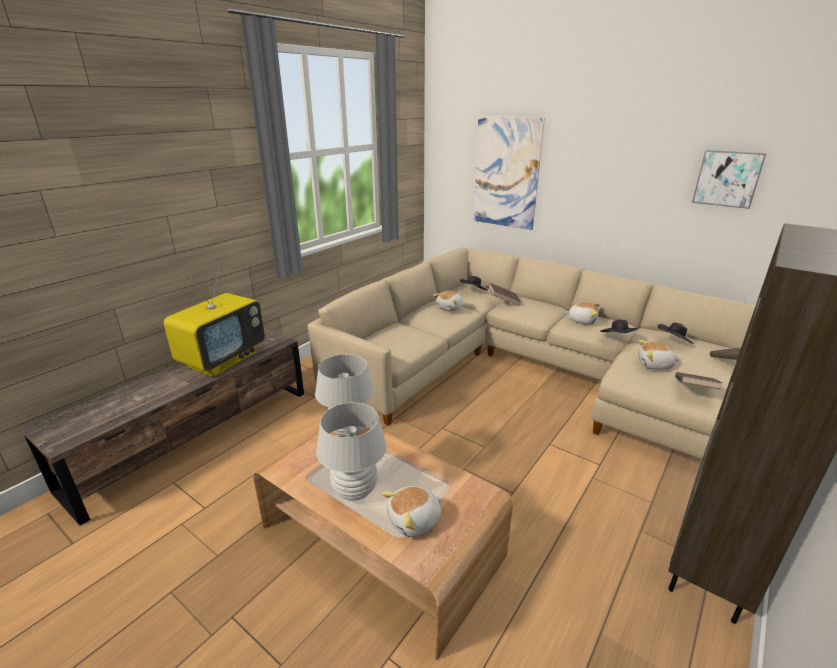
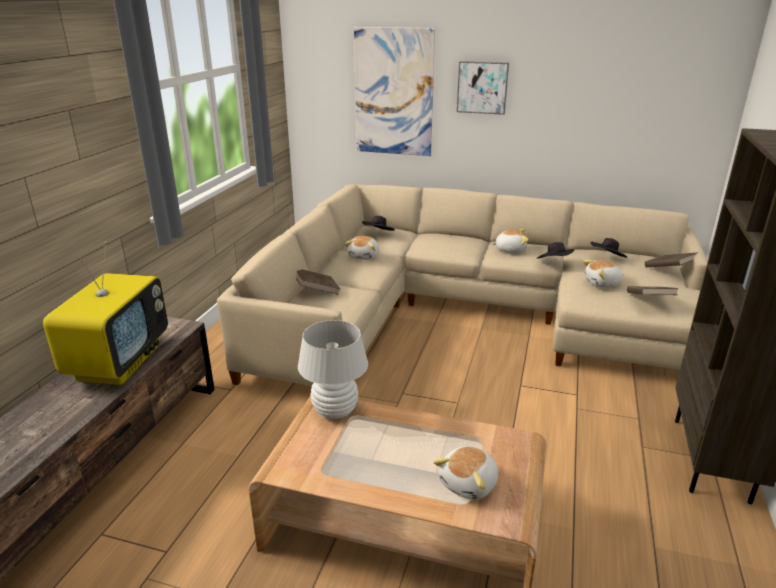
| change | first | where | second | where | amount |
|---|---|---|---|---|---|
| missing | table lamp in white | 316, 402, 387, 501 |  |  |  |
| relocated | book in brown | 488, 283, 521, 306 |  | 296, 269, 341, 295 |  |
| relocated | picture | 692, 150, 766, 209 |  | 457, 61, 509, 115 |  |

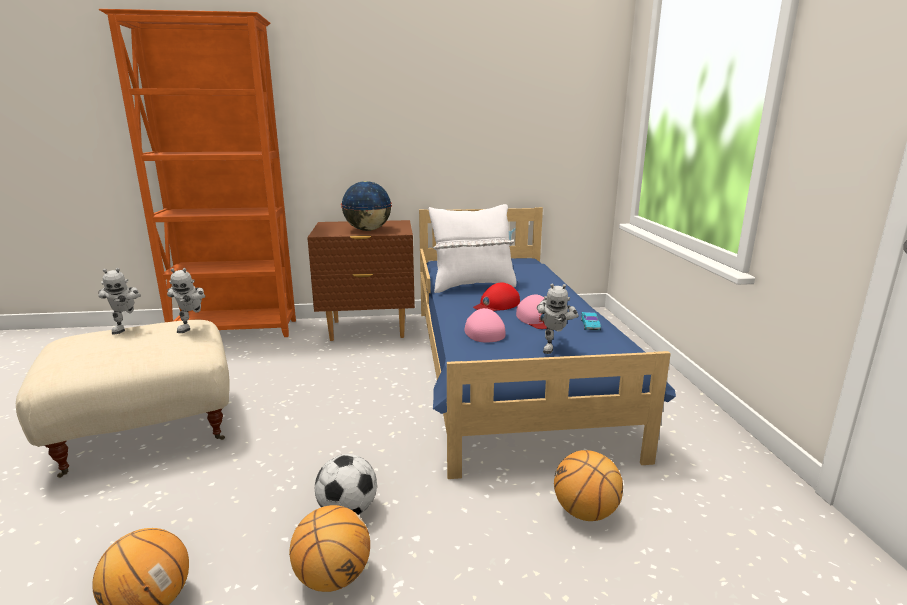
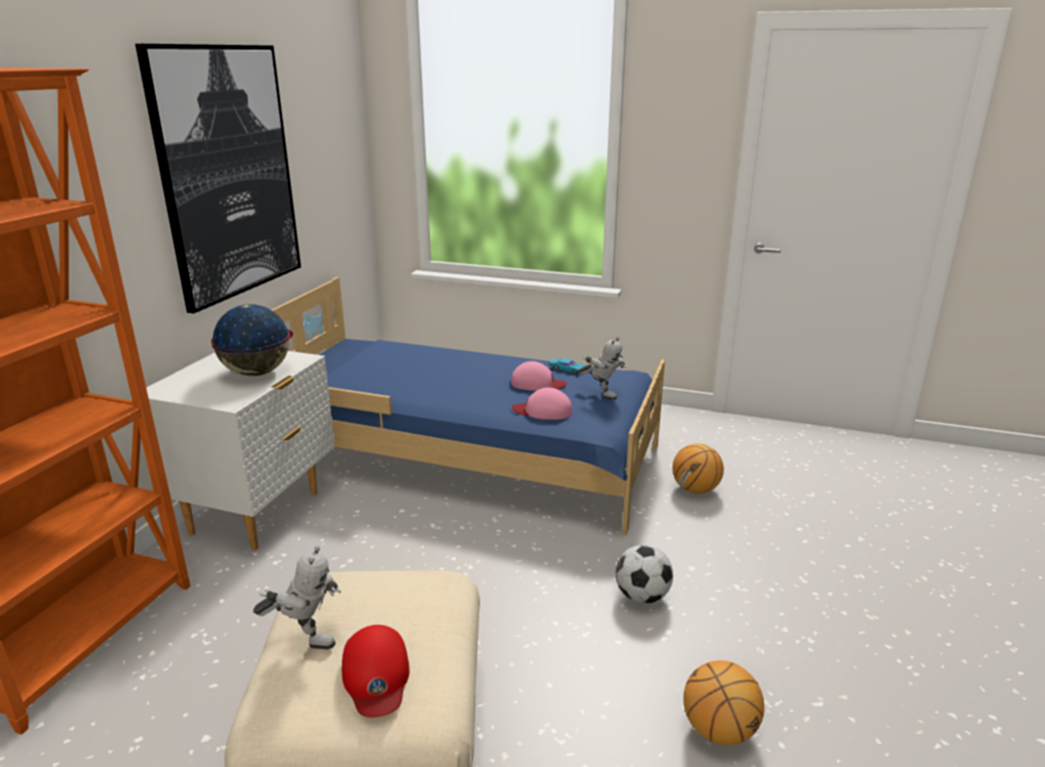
| change | first | where | second | where | amount |
|---|---|---|---|---|---|
| missing | toy robot | 167, 268, 206, 333 |  |  |  |
| missing | basketball | 289, 505, 370, 592 |  |  |  |
| colour | nightstand in brown | 307, 220, 415, 341 | nightstand in white | 131, 351, 335, 550 |  |
| missing | pillow in white | 429, 204, 517, 293 |  |  |  |
| relocated | cap in red | 473, 282, 520, 311 |  | 342, 625, 409, 717 |  |
| appeared |  |  | picture | 135, 44, 301, 313 |  |

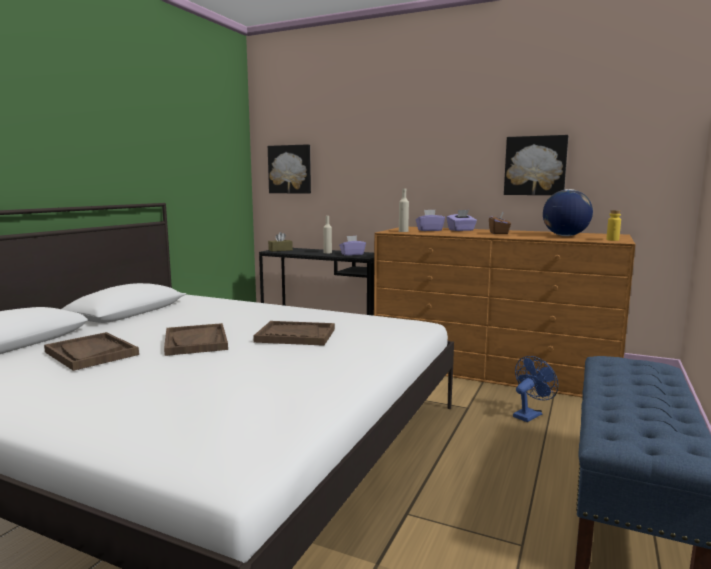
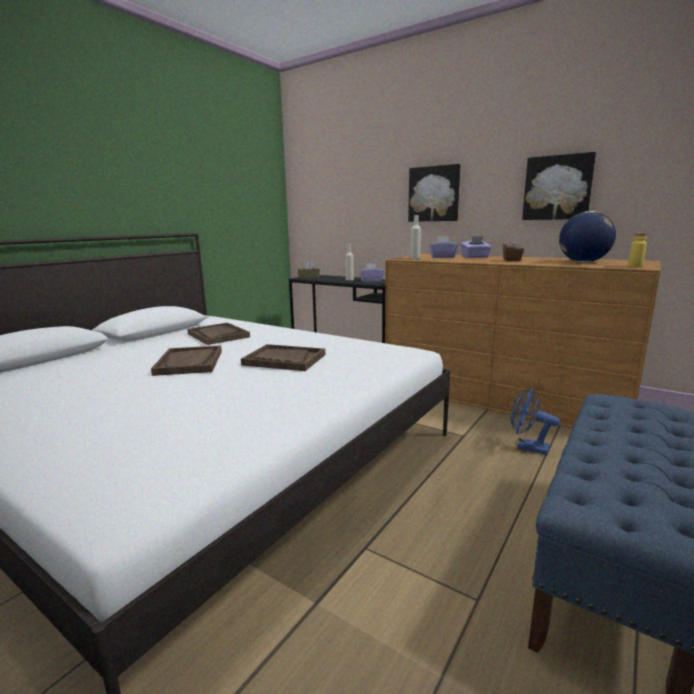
| change | first | where | second | where | amount |
|---|---|---|---|---|---|
| relocated | tray in brown | 44, 332, 139, 371 |  | 187, 323, 250, 345 |  |
| relocated | picture | 268, 144, 311, 194 |  | 408, 164, 460, 222 |  |
| spun | fan in blue | 513, 356, 559, 422 |  | 510, 388, 560, 455 | 120 degrees counterclockwise |

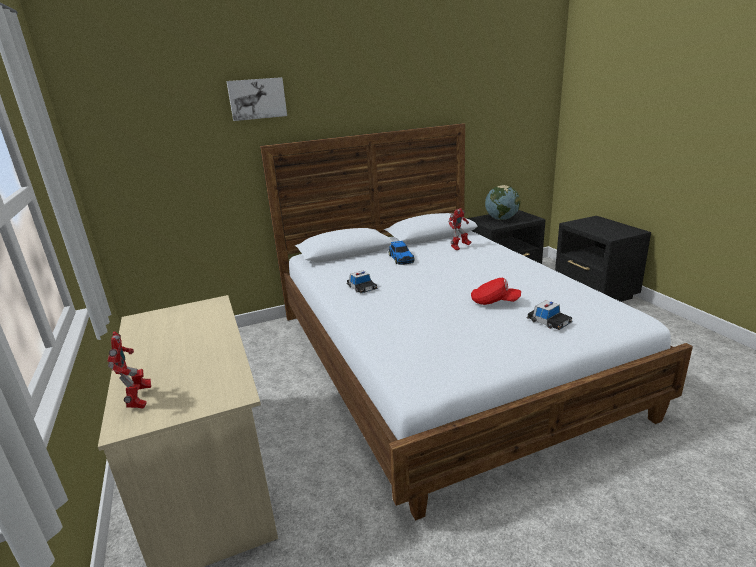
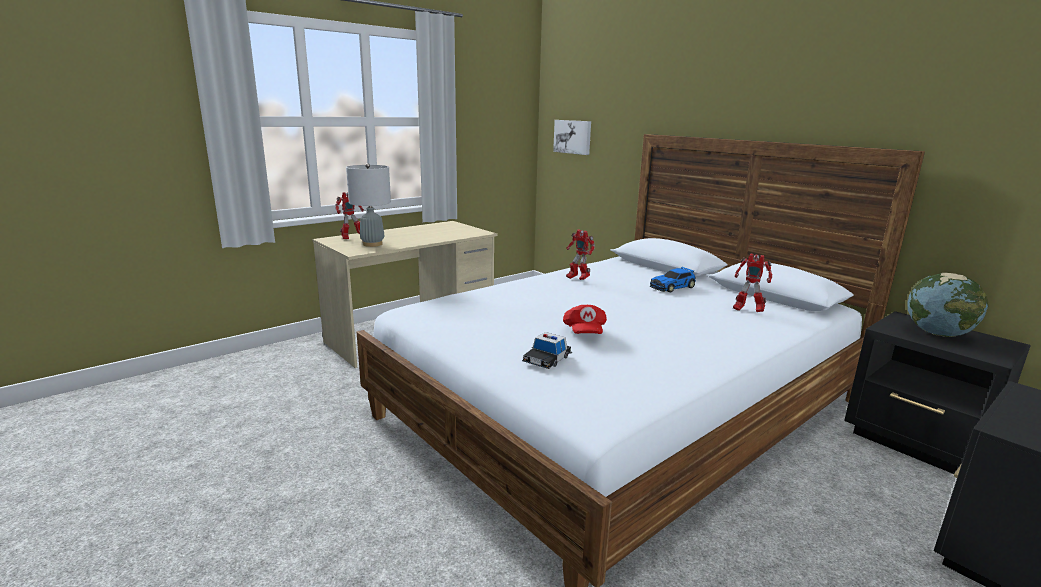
| change | first | where | second | where | amount |
|---|---|---|---|---|---|
| relocated | picture | 226, 77, 287, 121 |  | 553, 120, 591, 155 |  |
| exchanged | toy car | 346, 271, 378, 294 | toy robot | 566, 229, 595, 280 |  |
| appeared |  |  | table lamp in grey | 346, 163, 391, 247 |  |

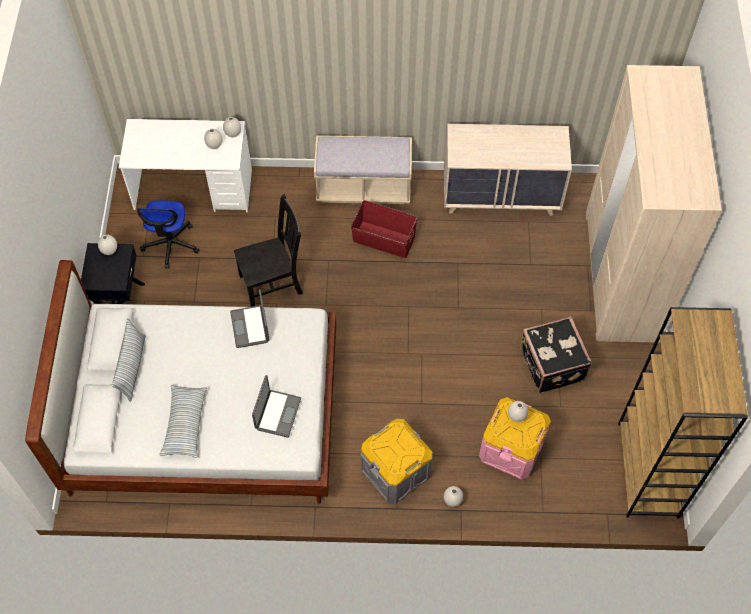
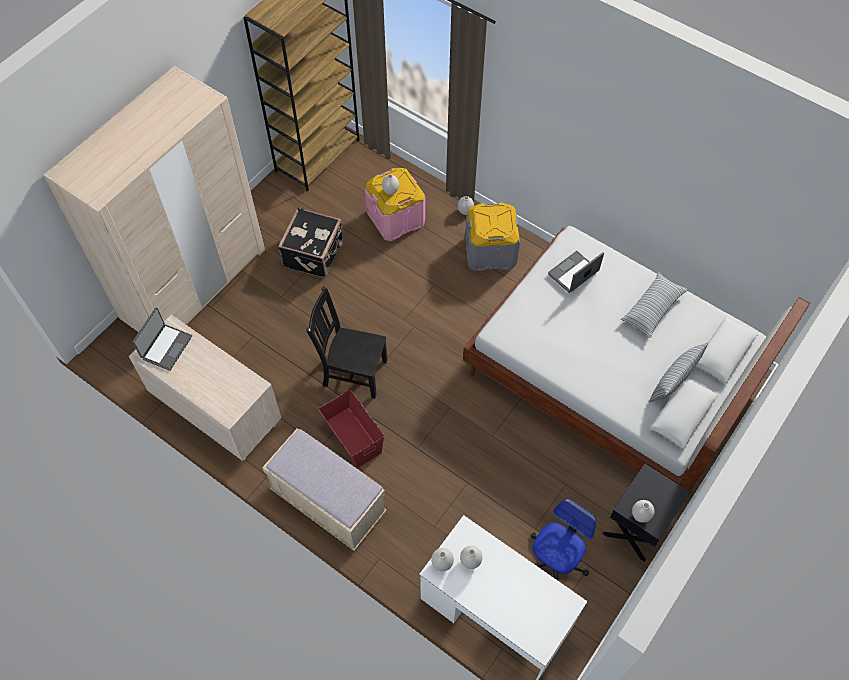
| change | first | where | second | where | amount |
|---|---|---|---|---|---|
| relocated | laptop | 230, 289, 269, 348 |  | 132, 307, 192, 371 |  |
| relocated | chair in black | 234, 194, 303, 307 |  | 307, 286, 387, 399 |  |

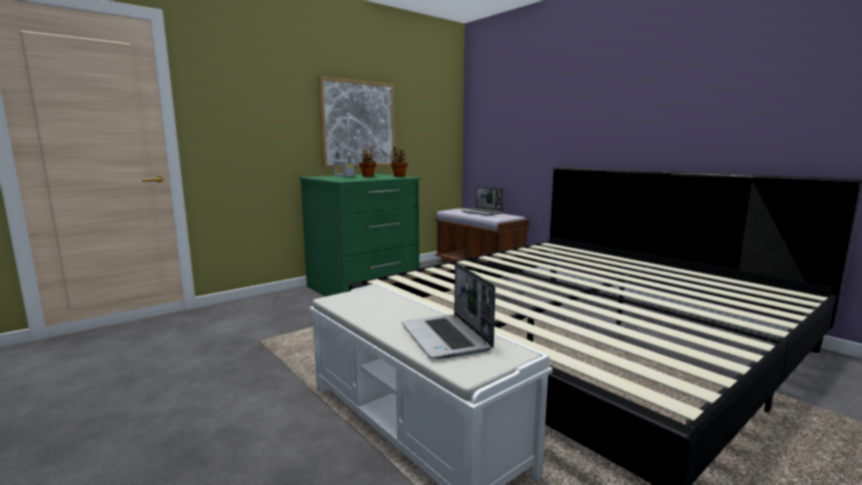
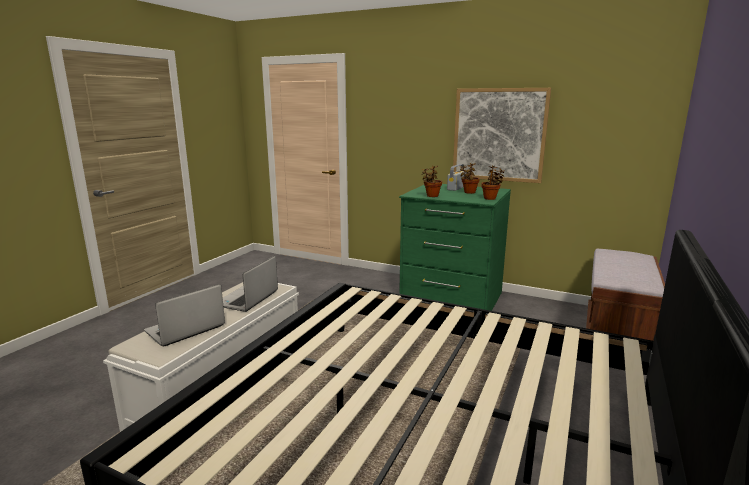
| change | first | where | second | where | amount |
|---|---|---|---|---|---|
| relocated | laptop | 461, 186, 504, 215 |  | 223, 256, 278, 312 |  |
| appeared |  |  | potted plant | 422, 165, 442, 197 |  |

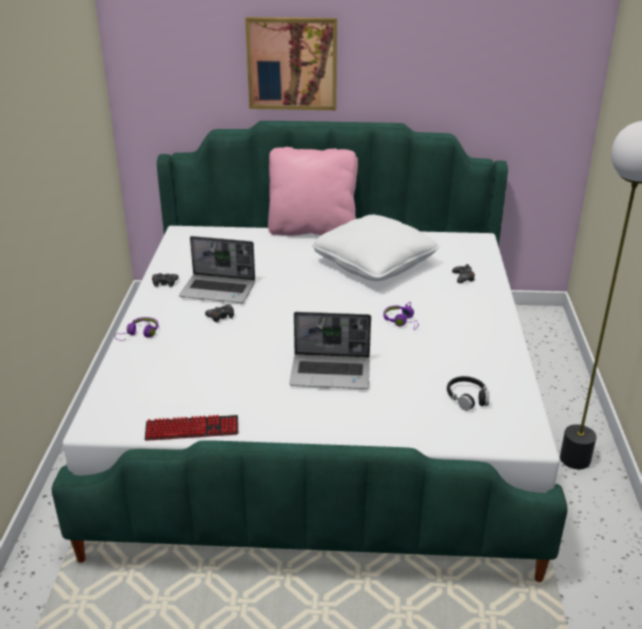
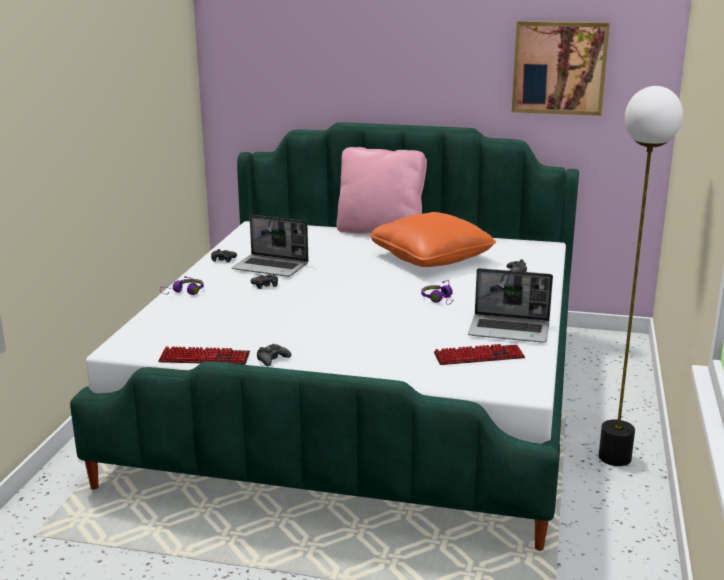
| change | first | where | second | where | amount |
|---|---|---|---|---|---|
| relocated | picture | 245, 17, 337, 110 |  | 512, 21, 610, 116 |  |
| relocated | laptop | 289, 312, 371, 389 |  | 468, 268, 553, 343 |  |
| colour | pillow in white | 312, 215, 440, 281 | pillow in orange | 370, 212, 496, 267 |  |
| exchanged | headphones in black | 447, 376, 489, 411 | keyboard | 434, 344, 525, 365 |  |
| appeared |  |  | game controller in black | 257, 344, 291, 366 |  |

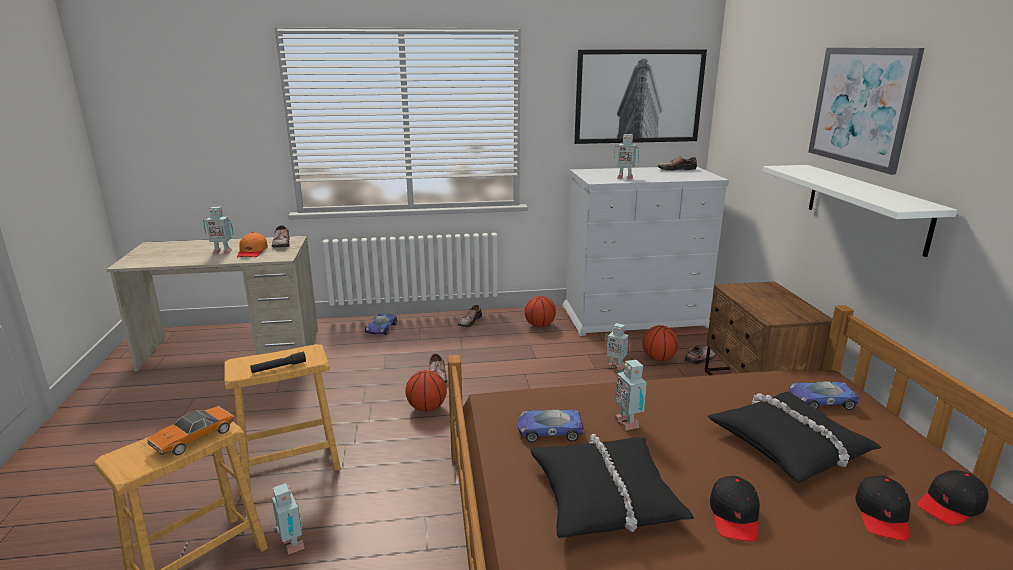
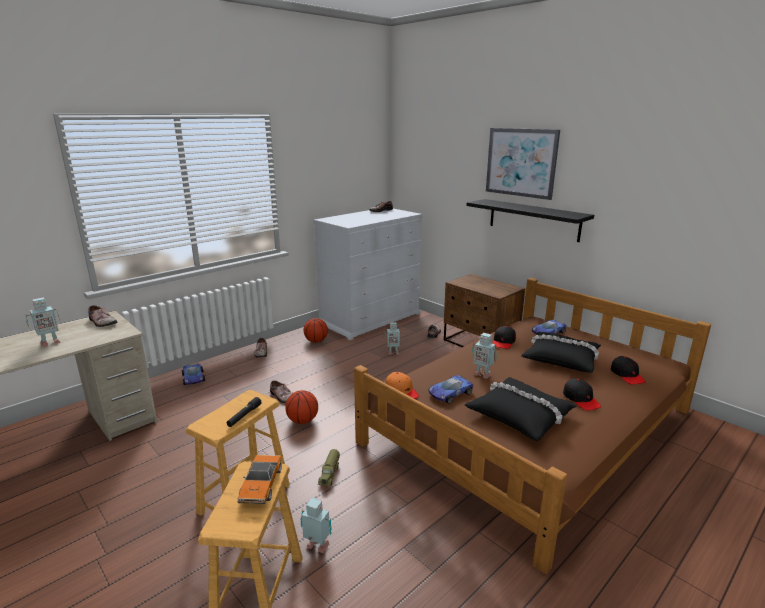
| change | first | where | second | where | amount |
|---|---|---|---|---|---|
| relocated | cap in orange | 237, 232, 268, 257 |  | 386, 372, 419, 399 |  |
| missing | picture | 574, 50, 707, 144 |  |  |  |
| missing | toy robot | 614, 134, 639, 179 |  |  |  |
| missing | basketball | 642, 325, 678, 361 |  |  |  |
| colour | shelf in white | 762, 165, 957, 257 | shelf in black | 467, 199, 594, 242 |  |
| relocated | cap in black | 917, 470, 989, 525 |  | 492, 326, 516, 349 |  |
| appeared |  |  | toy truck | 318, 449, 340, 486 |  |

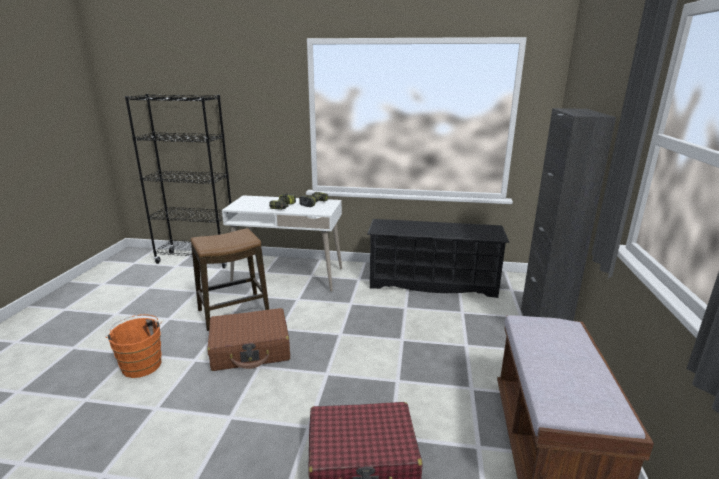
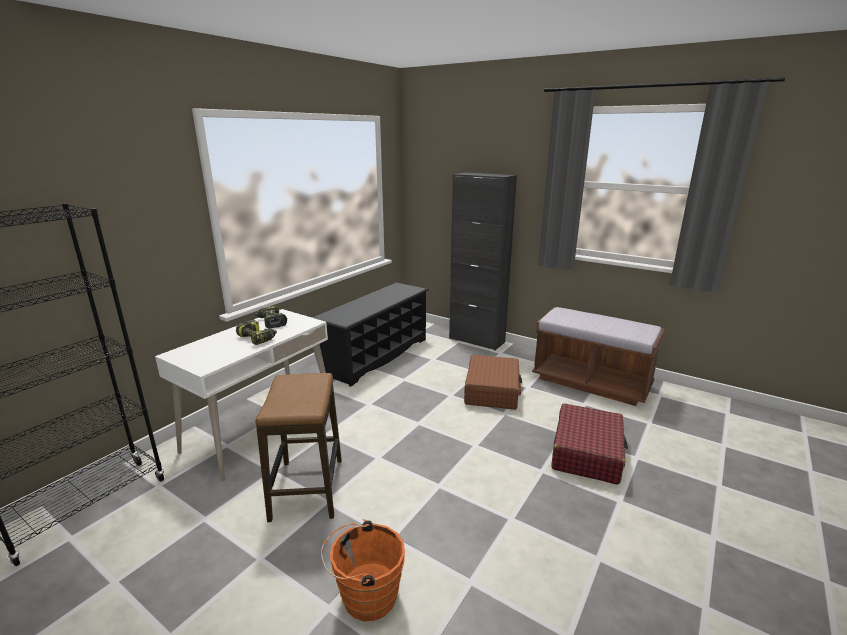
| change | first | where | second | where | amount |
|---|---|---|---|---|---|
| relocated | suitcase in brown | 207, 308, 290, 371 |  | 464, 355, 522, 410 |  |

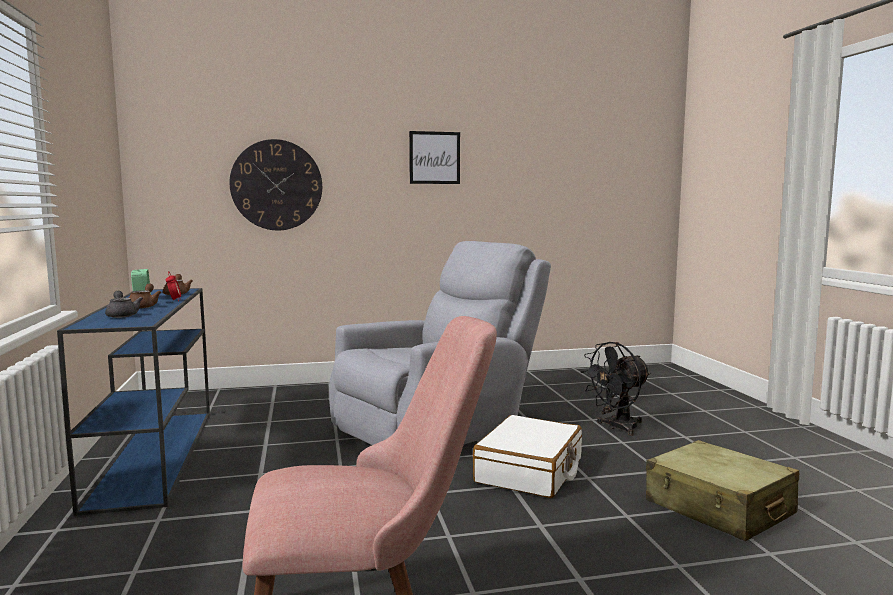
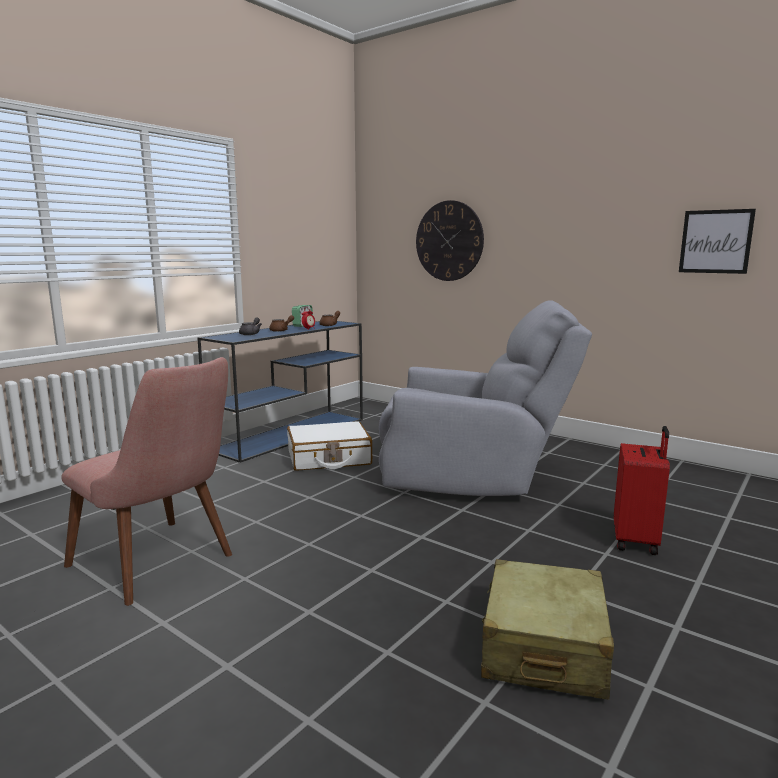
| change | first | where | second | where | amount |
|---|---|---|---|---|---|
| relocated | picture | 409, 131, 460, 184 |  | 679, 209, 756, 274 |  |
| relocated | suitcase in white | 473, 415, 582, 498 |  | 287, 421, 372, 471 |  |
| exchanged | fan in black | 580, 342, 651, 436 | suitcase in red | 614, 426, 670, 555 |  |

